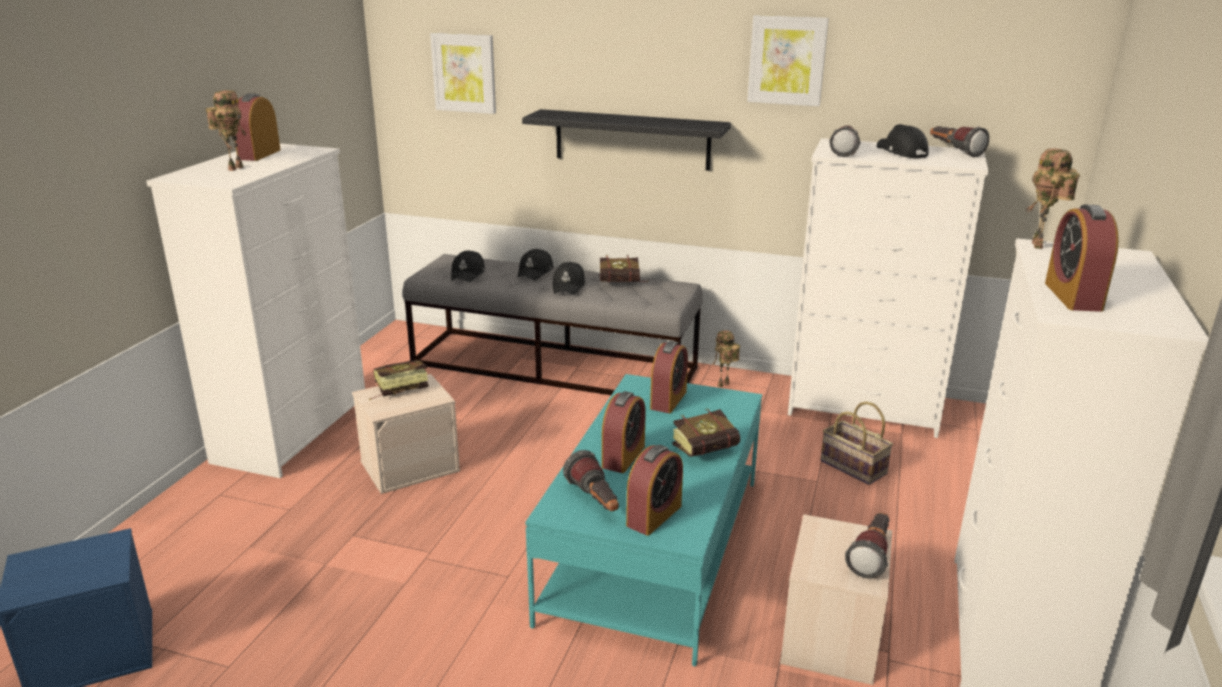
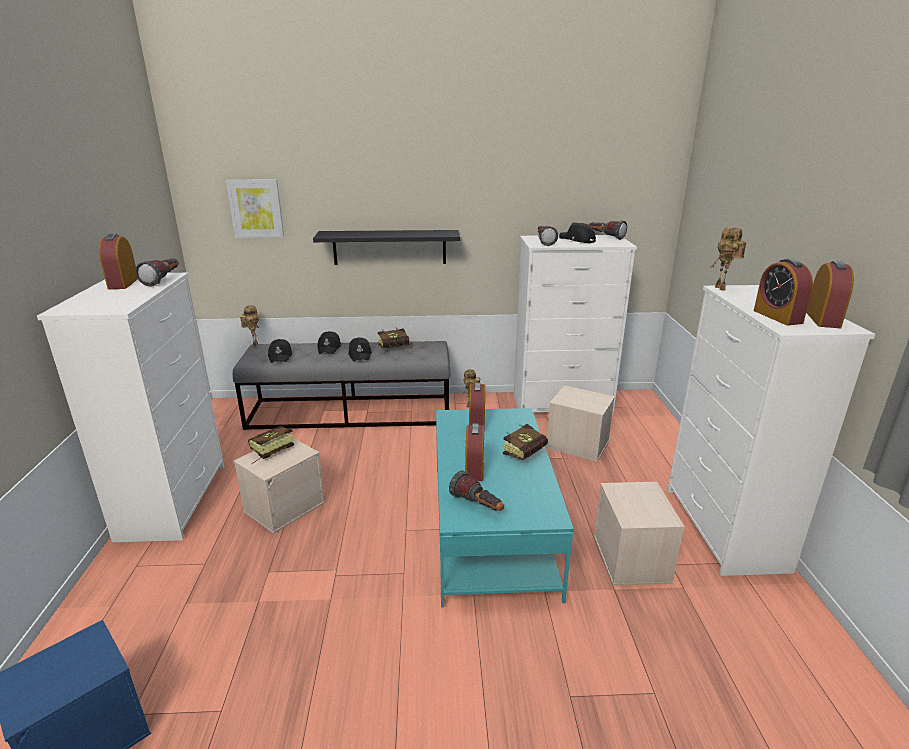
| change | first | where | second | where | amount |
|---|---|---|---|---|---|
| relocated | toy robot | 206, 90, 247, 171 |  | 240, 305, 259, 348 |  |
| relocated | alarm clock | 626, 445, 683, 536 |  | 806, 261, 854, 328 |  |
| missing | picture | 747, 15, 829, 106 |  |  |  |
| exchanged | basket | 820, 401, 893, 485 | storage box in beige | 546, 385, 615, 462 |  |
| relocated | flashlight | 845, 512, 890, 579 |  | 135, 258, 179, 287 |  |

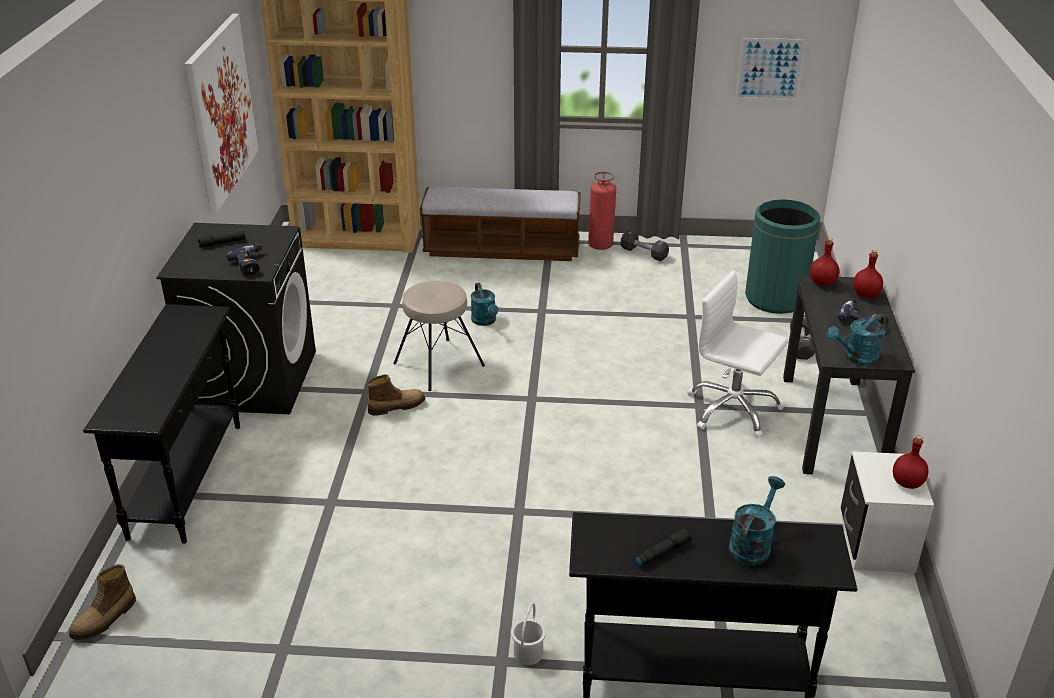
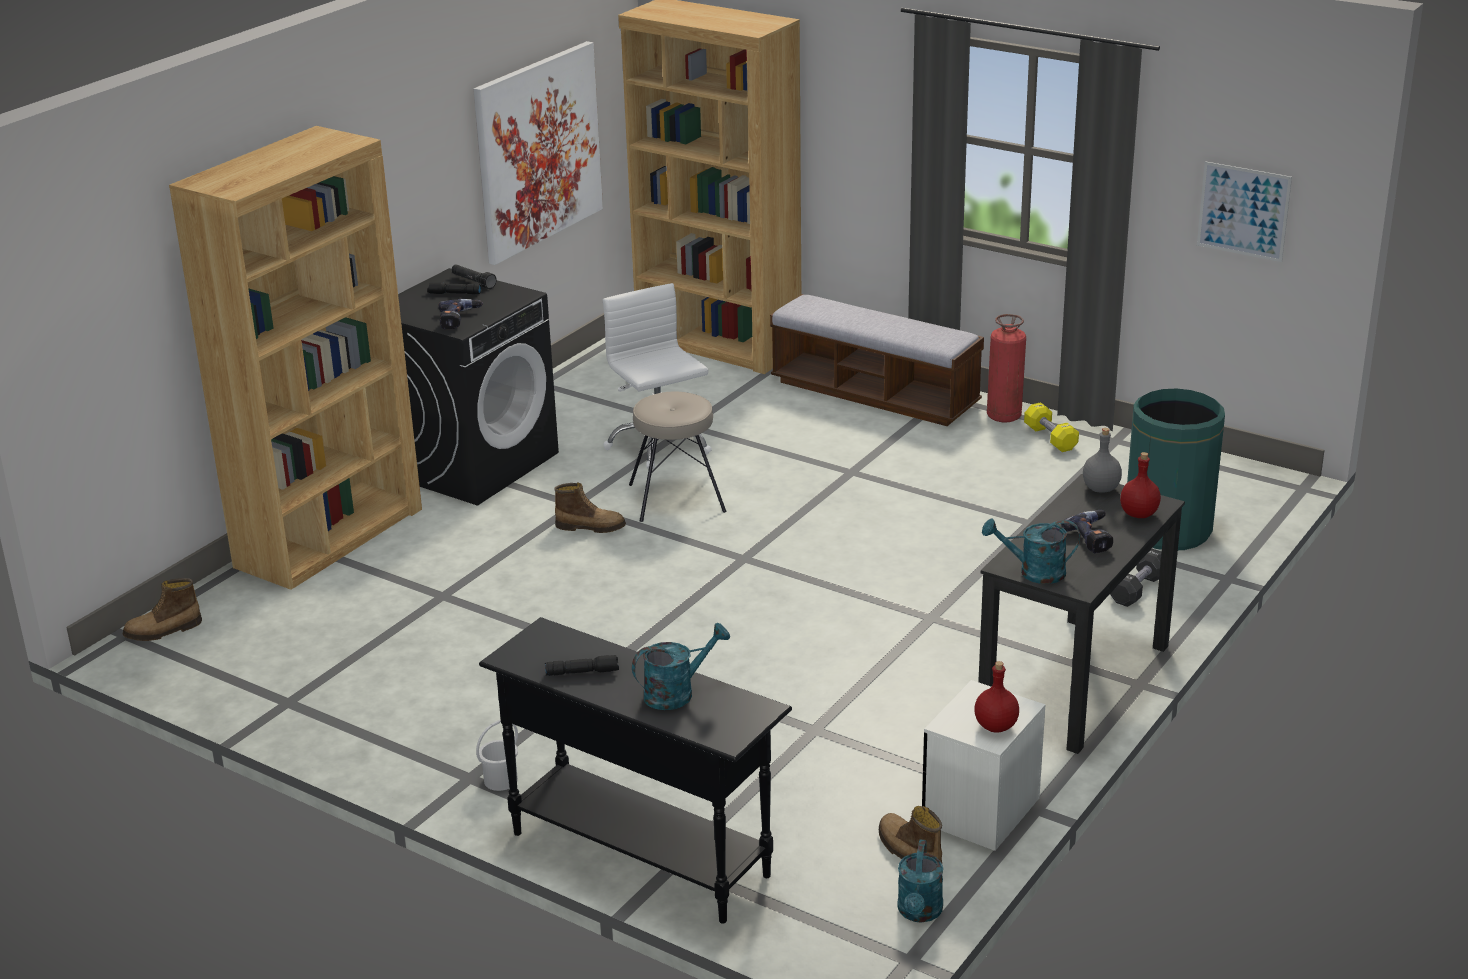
| change | first | where | second | where | amount |
|---|---|---|---|---|---|
| exchanged | console table in black | 83, 304, 240, 544 | bookcase in brown | 169, 126, 422, 590 |  |
| relocated | watering can in turquoise | 471, 283, 498, 326 |  | 897, 839, 943, 922 |  |
| colour | dumbbell in black | 621, 230, 669, 261 | dumbbell in yellow | 1024, 402, 1079, 452 |  |
| relocated | office chair in white | 687, 271, 788, 438 |  | 603, 283, 712, 469 |  |
| colour | bottle in red | 810, 238, 840, 286 | bottle in grey | 1083, 428, 1122, 493 |  |
| appeared |  |  | flashlight in black | 452, 265, 497, 289 |  |
| appeared |  |  | boot | 879, 806, 942, 863 |  |

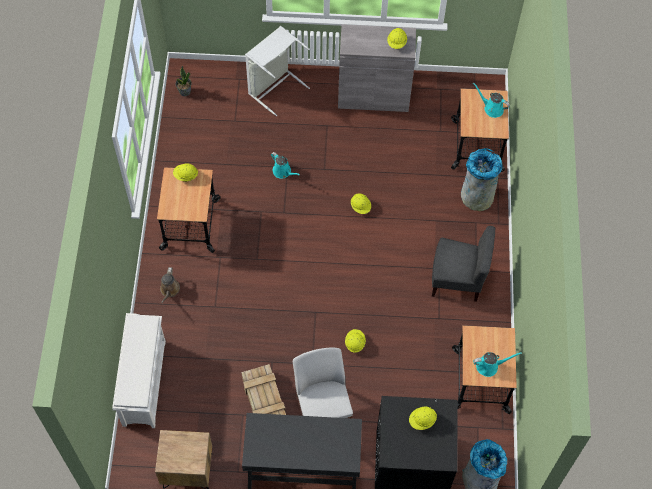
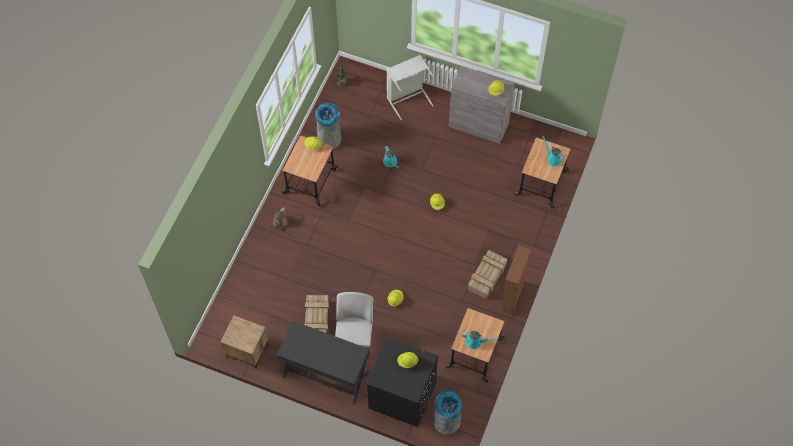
| change | first | where | second | where | amount |
|---|---|---|---|---|---|
| missing | shoe rack in white | 112, 313, 166, 428 |  |  |  |
| exchanged | chair in grey | 432, 226, 495, 302 | crate | 467, 250, 507, 299 |  |
| relocated | trash can in grey | 461, 148, 503, 211 |  | 315, 103, 342, 150 |  |
| appeared |  |  | bookcase in brown | 500, 246, 531, 317 |  |

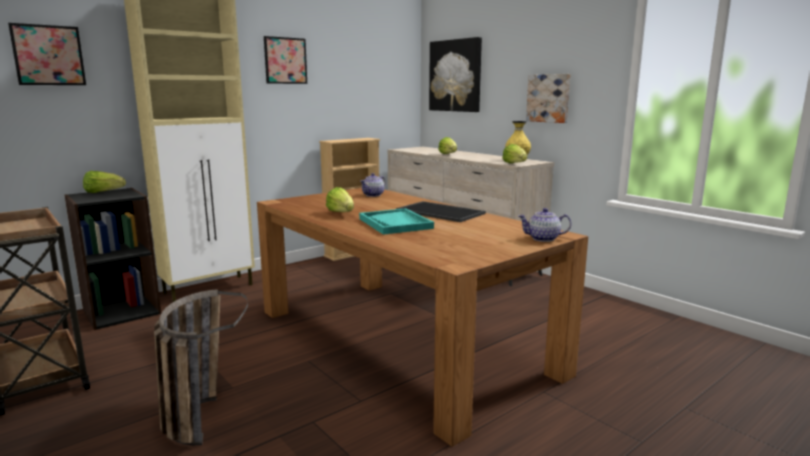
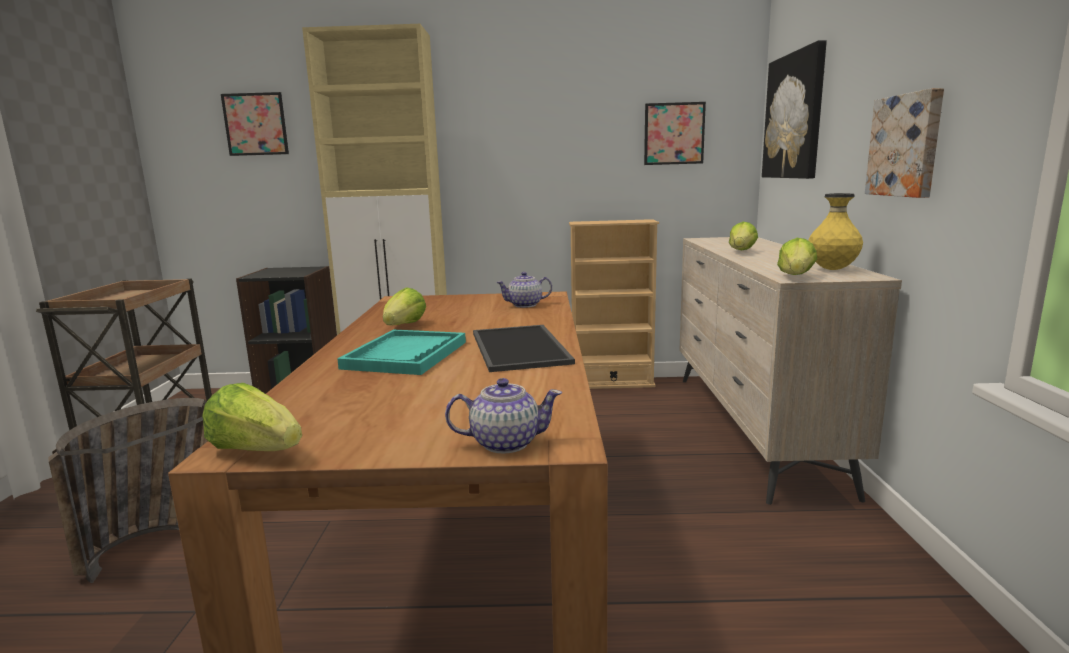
| change | first | where | second | where | amount |
|---|---|---|---|---|---|
| relocated | lettuce | 83, 171, 126, 193 |  | 202, 383, 302, 451 |  |
| relocated | picture | 264, 36, 307, 84 |  | 644, 102, 706, 165 |  |
| spun | teapot | 518, 208, 572, 242 |  | 445, 378, 562, 454 | 135 degrees clockwise |

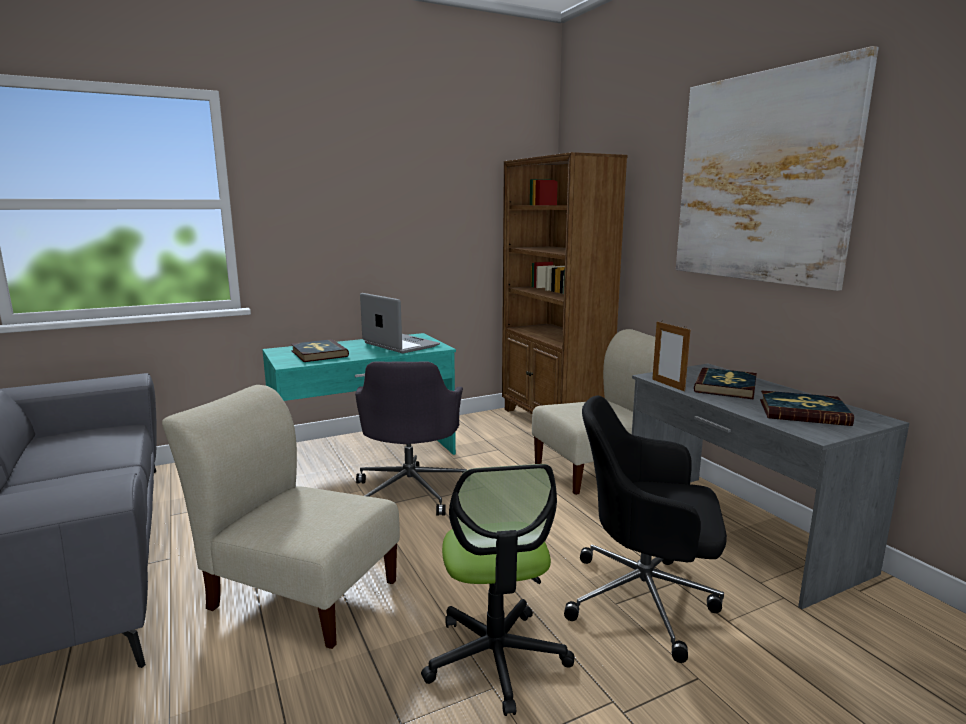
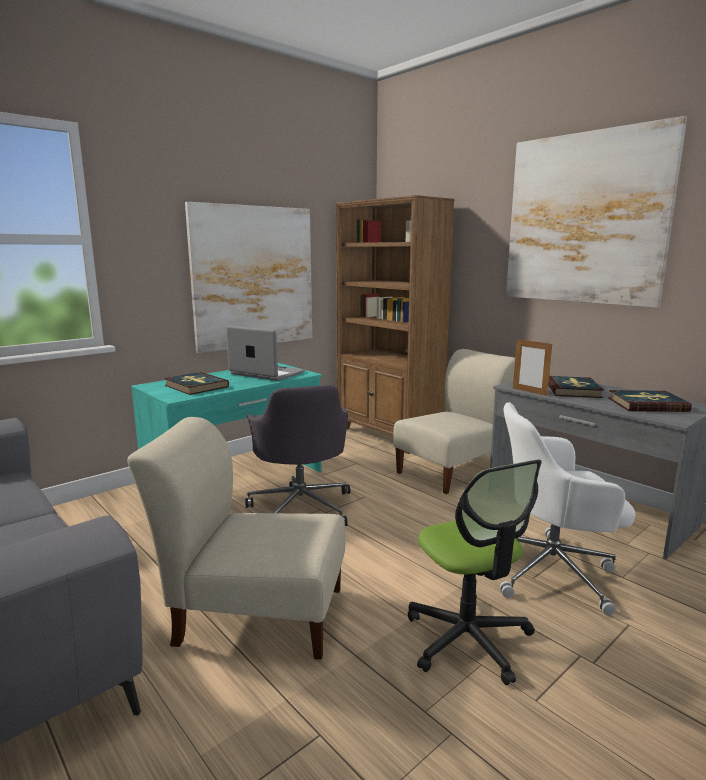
| change | first | where | second | where | amount |
|---|---|---|---|---|---|
| colour | office chair in black | 564, 396, 727, 663 | office chair in white | 500, 402, 635, 616 |  |
| appeared |  |  | picture | 185, 202, 312, 353 |  |

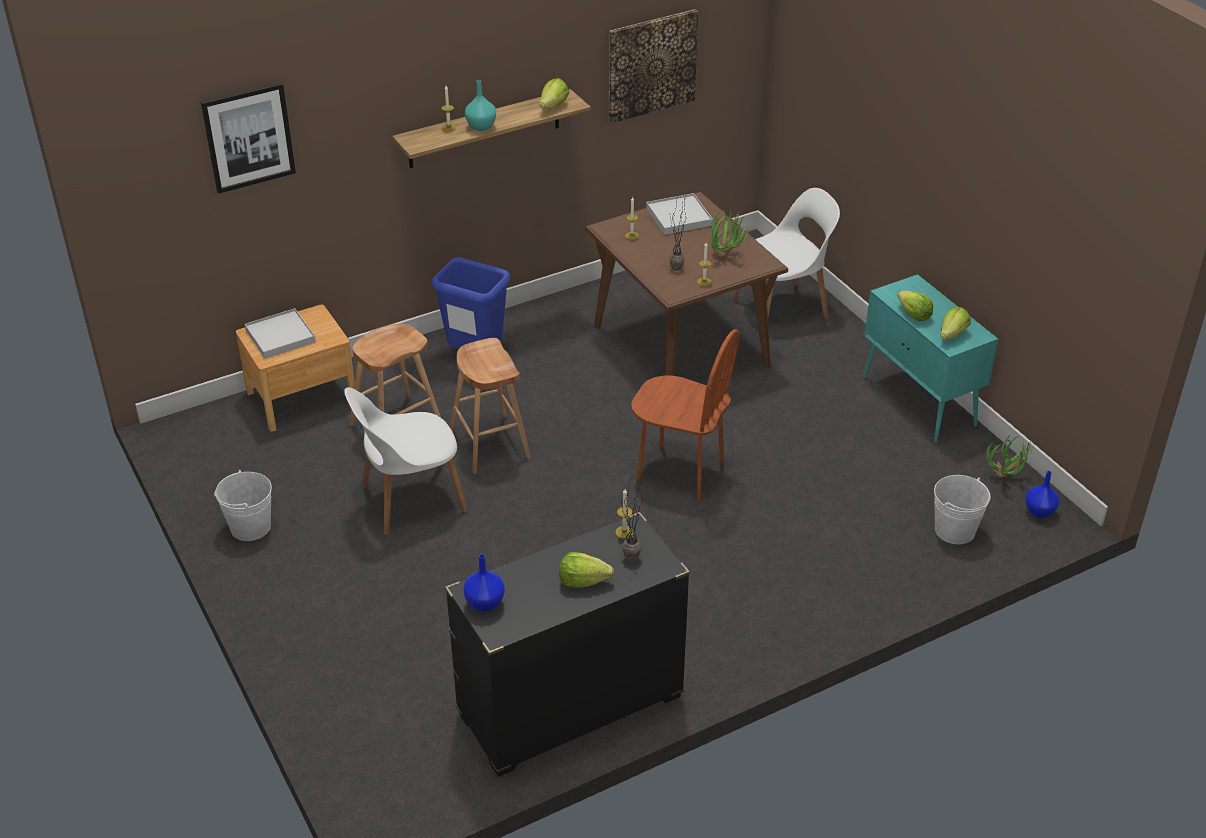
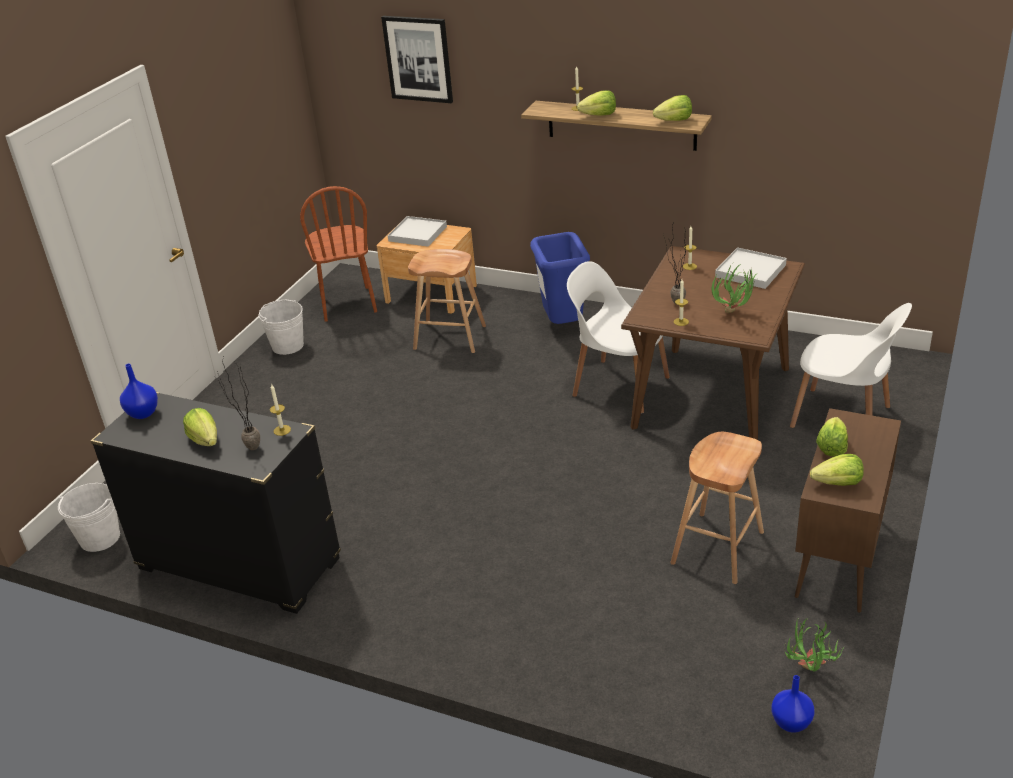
| change | first | where | second | where | amount |
|---|---|---|---|---|---|
| relocated | chair in white | 344, 387, 467, 535 |  | 567, 261, 670, 413 |  |
| relocated | stool in brown | 450, 338, 531, 474 |  | 670, 432, 764, 584 |  |
| exchanged | vase in turquoise | 465, 80, 496, 131 | lettuce | 577, 90, 616, 116 |  |
| missing | picture | 609, 9, 698, 123 |  |  |  |
| relocated | chair in brown | 631, 329, 740, 501 |  | 300, 186, 377, 322 |  |
| colour | cabinet in turquoise | 863, 274, 998, 443 | cabinet in brown | 795, 408, 901, 613 |  |
| relocated | bucket in white | 934, 475, 991, 544 |  | 58, 483, 120, 552 |  |

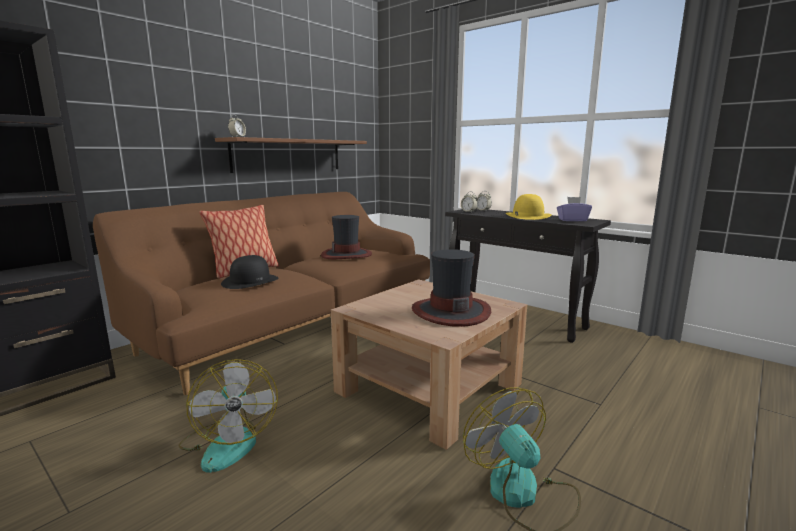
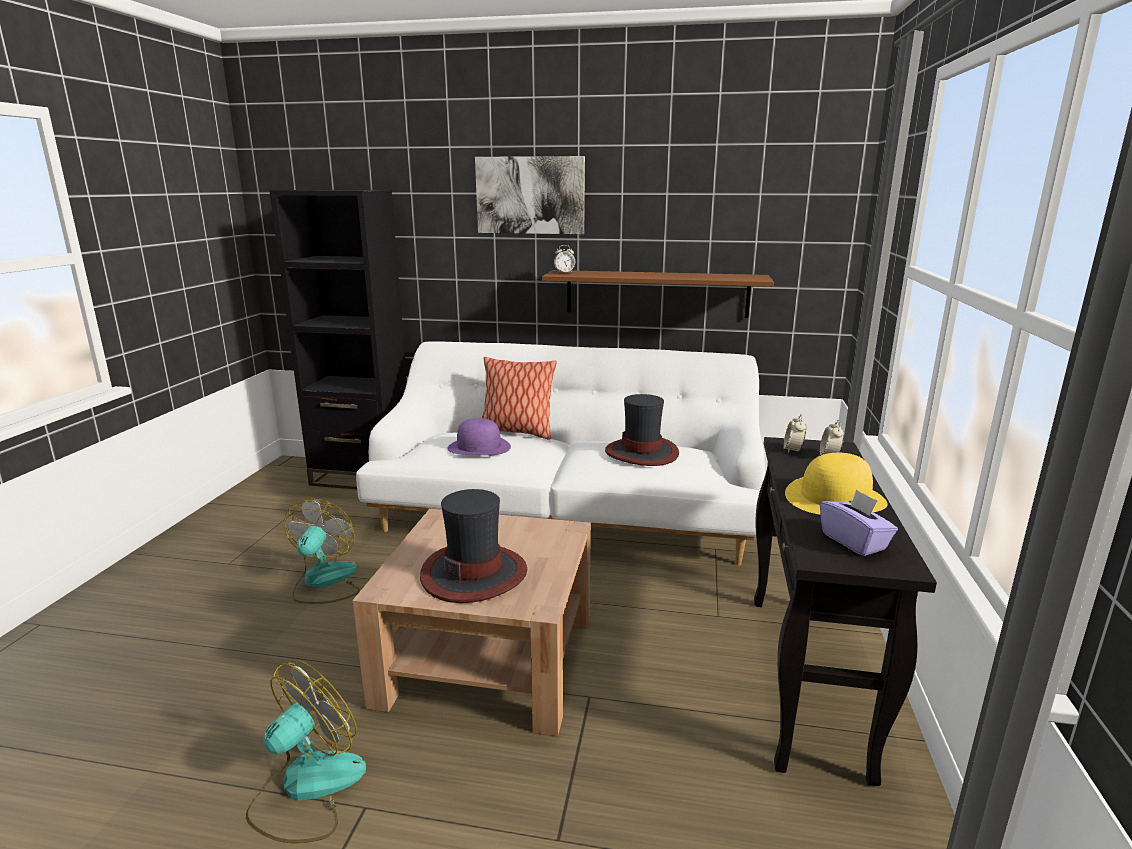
| change | first | where | second | where | amount |
|---|---|---|---|---|---|
| colour | sofa in brown | 93, 192, 430, 395 | sofa in white | 356, 341, 765, 566 |  |
| spun | fan | 179, 359, 278, 473 |  | 285, 499, 360, 604 | 150 degrees clockwise |
| colour | hat in black | 221, 255, 278, 289 | hat in purple | 448, 418, 511, 456 |  |
| appeared |  |  | picture | 475, 156, 585, 234 |  |

